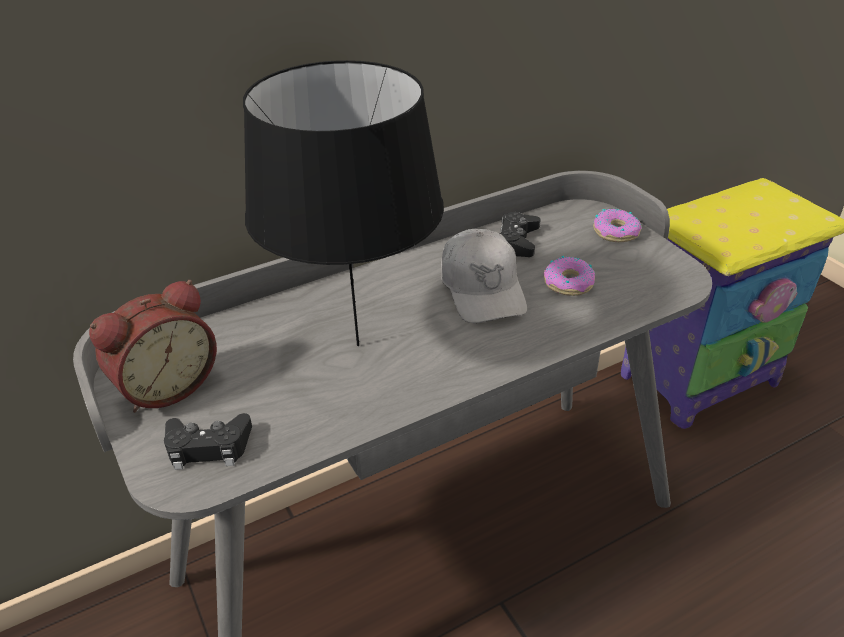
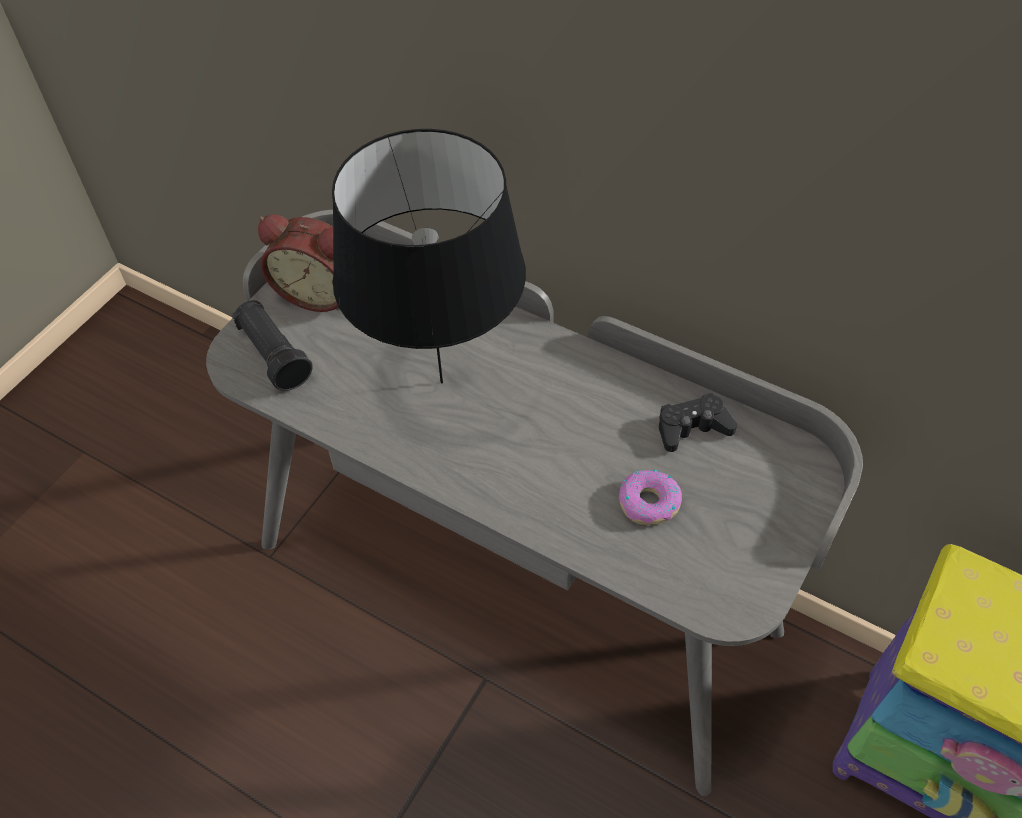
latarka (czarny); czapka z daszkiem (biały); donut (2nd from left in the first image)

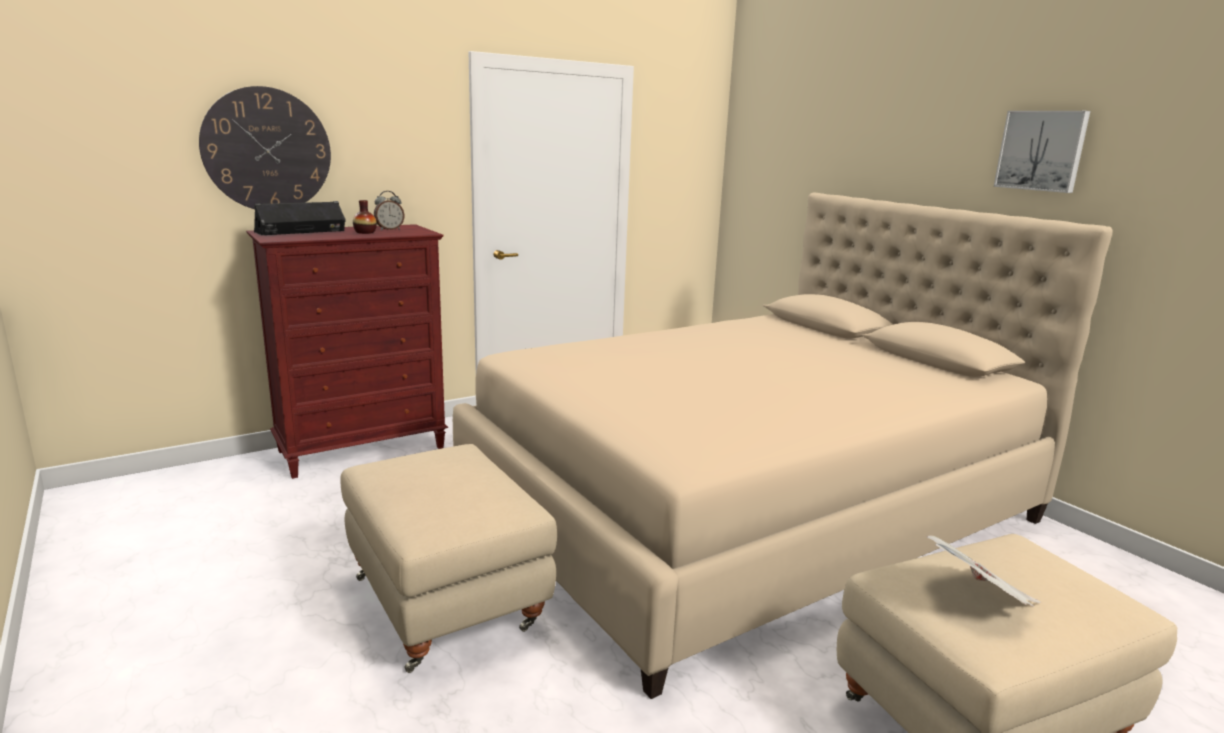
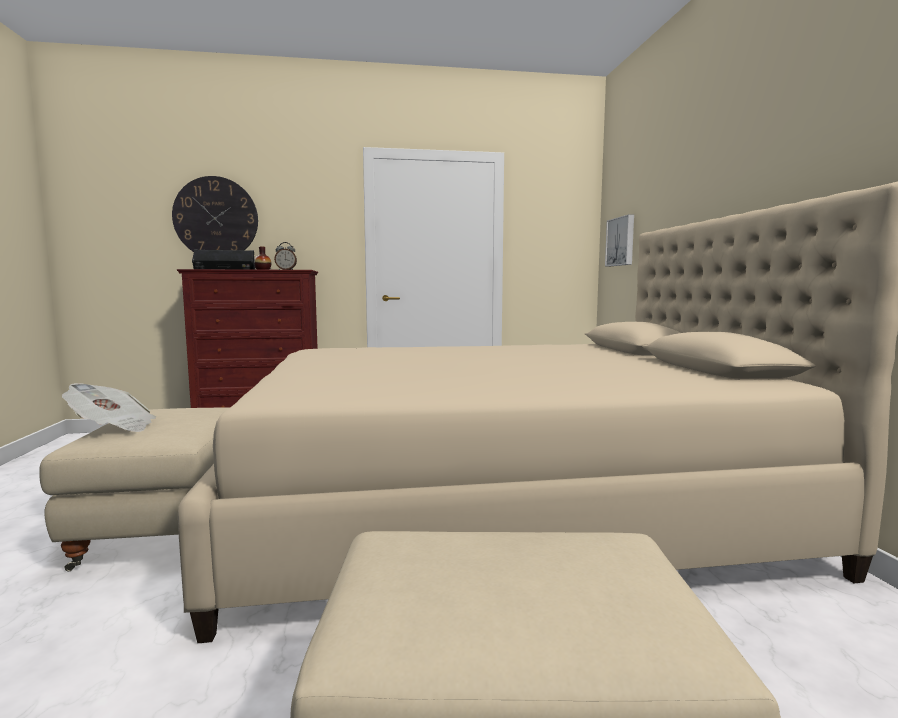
gazeta; obraz

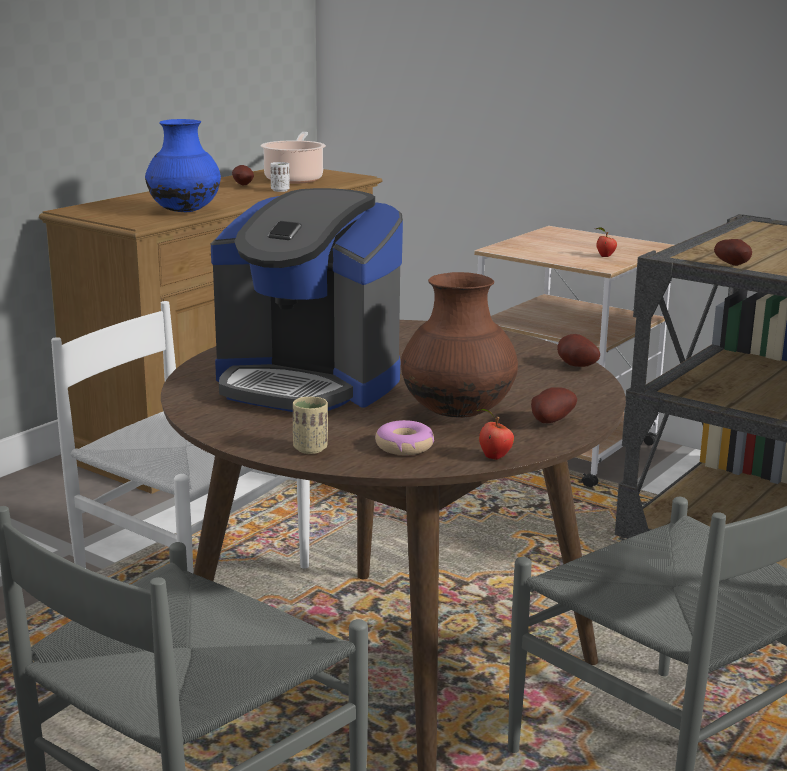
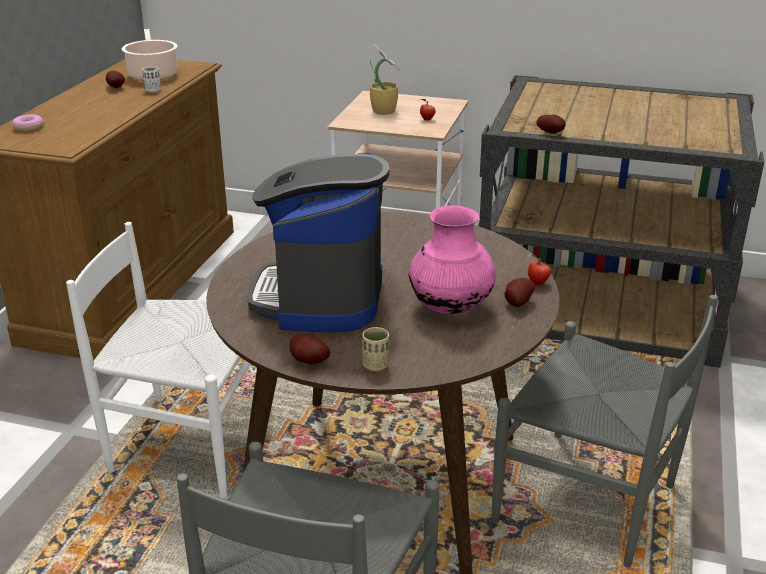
donut; ekspres do kawy; ziemniak (2nd from left); roślina doniczkowa; wazon (różowy); jabłko (2nd from left); wazon (niebieski)

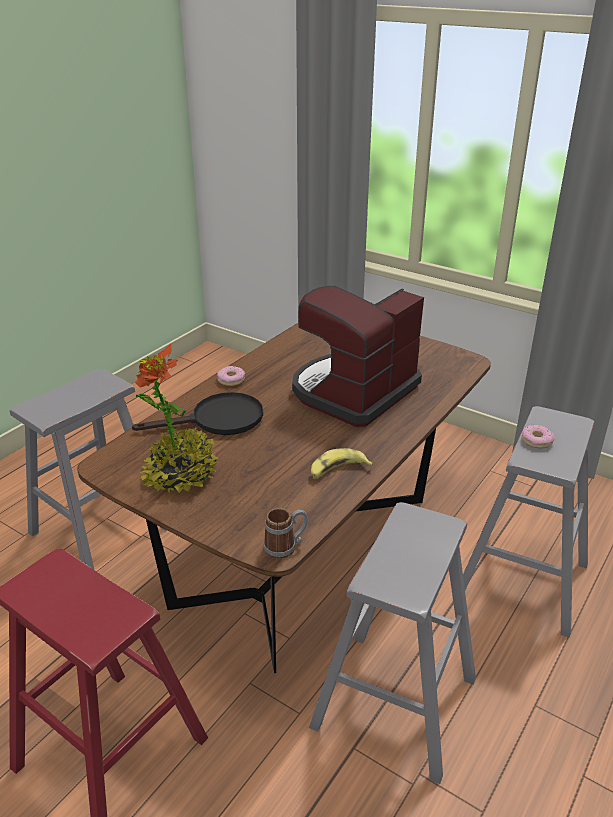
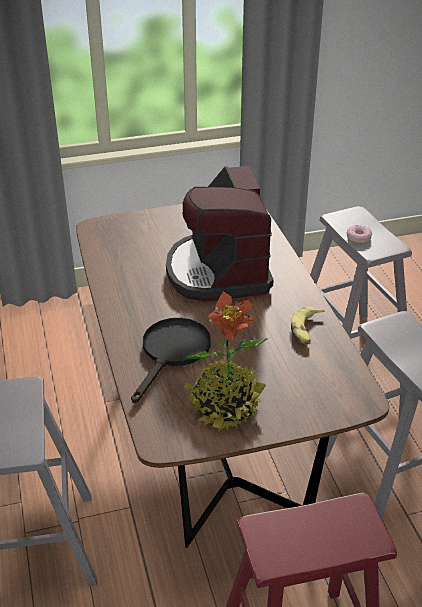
donut (1st from left in the first image); kubek

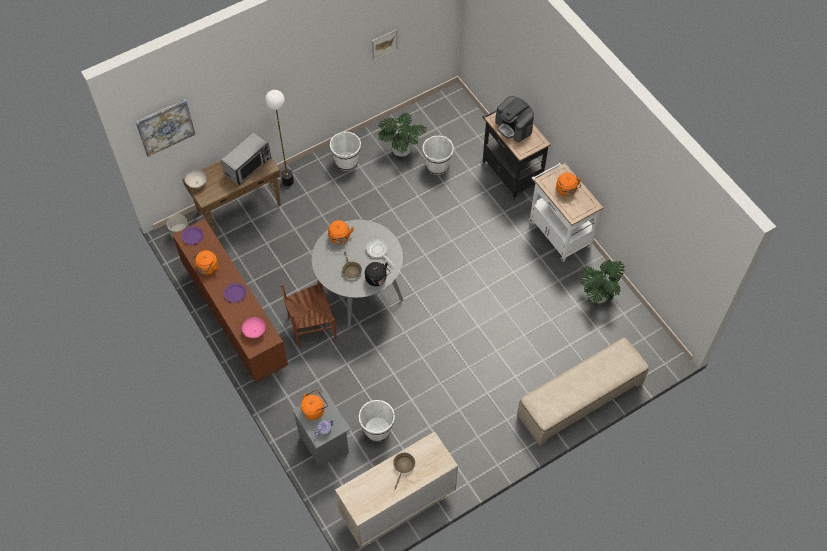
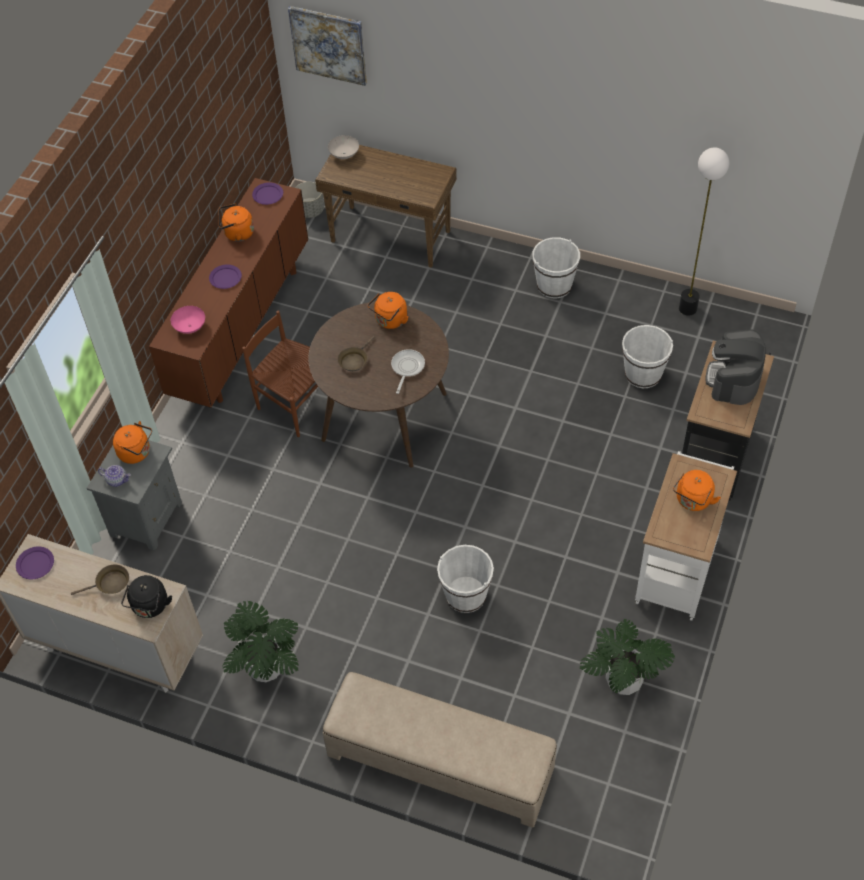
talerz (fioletowy) (1st from left); czajnik (czarny); roślina doniczkowa (1st from left); stół jadalny (brązowy); wiadro (biały) (1st from left); lampa stojąca; mikrofalówka; obraz (2nd from left in the first image)

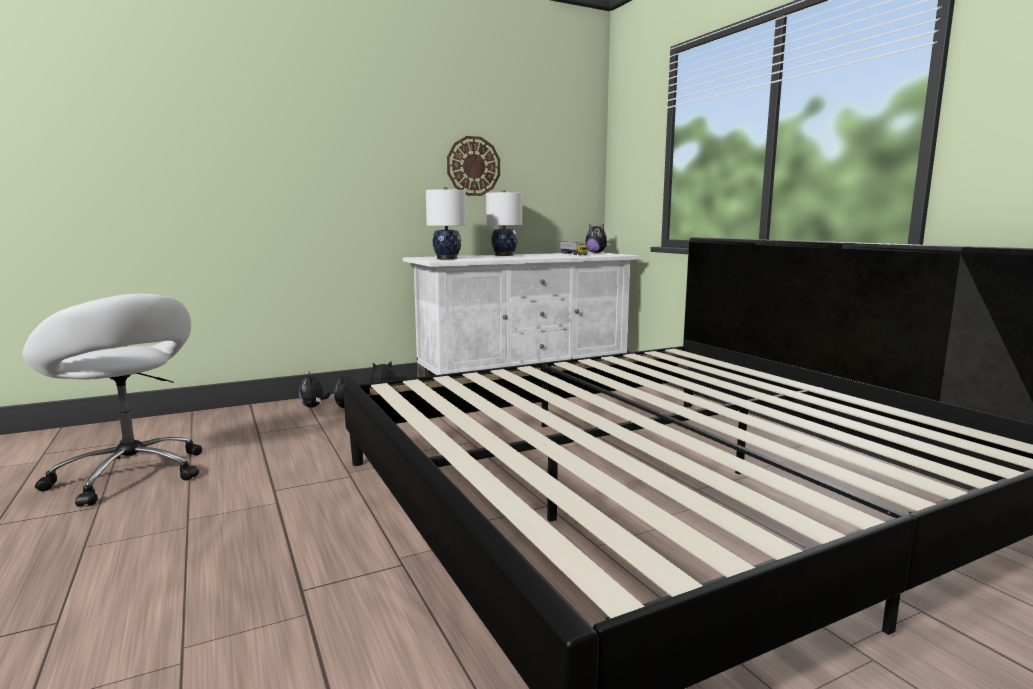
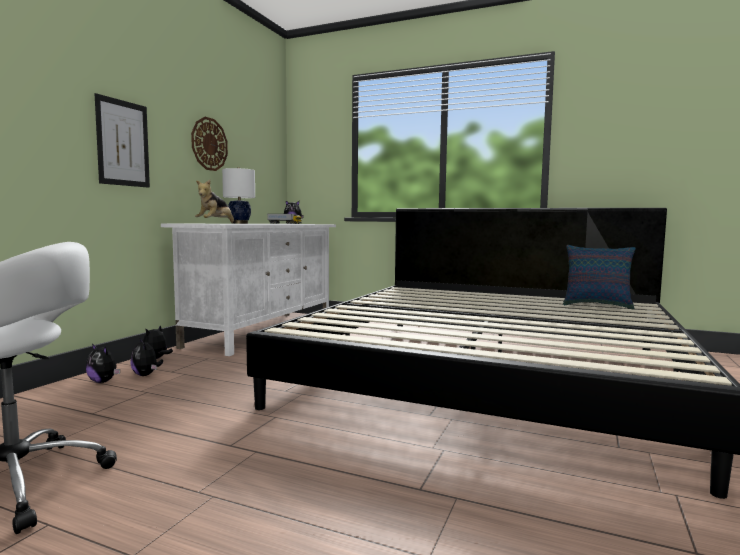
obraz; pluszak (4th from left); poduszka (niebieski)

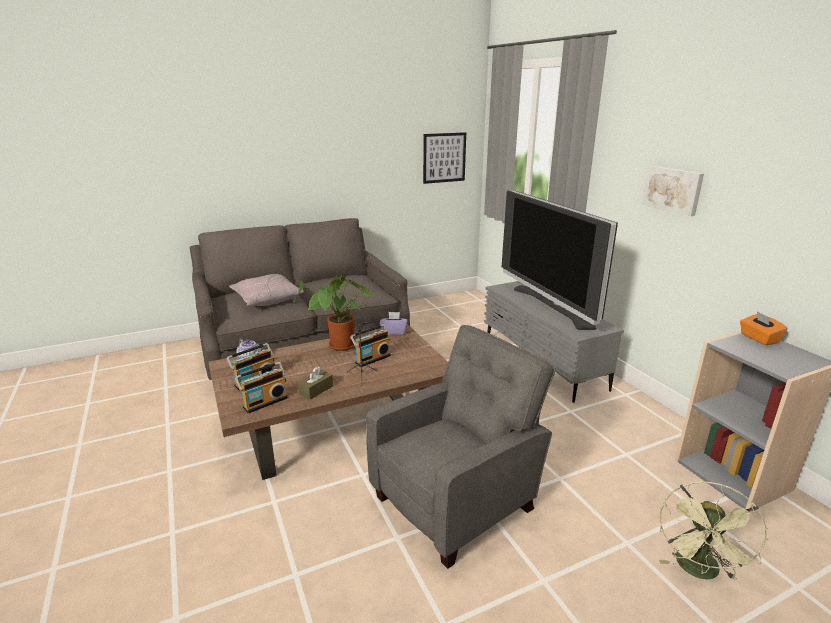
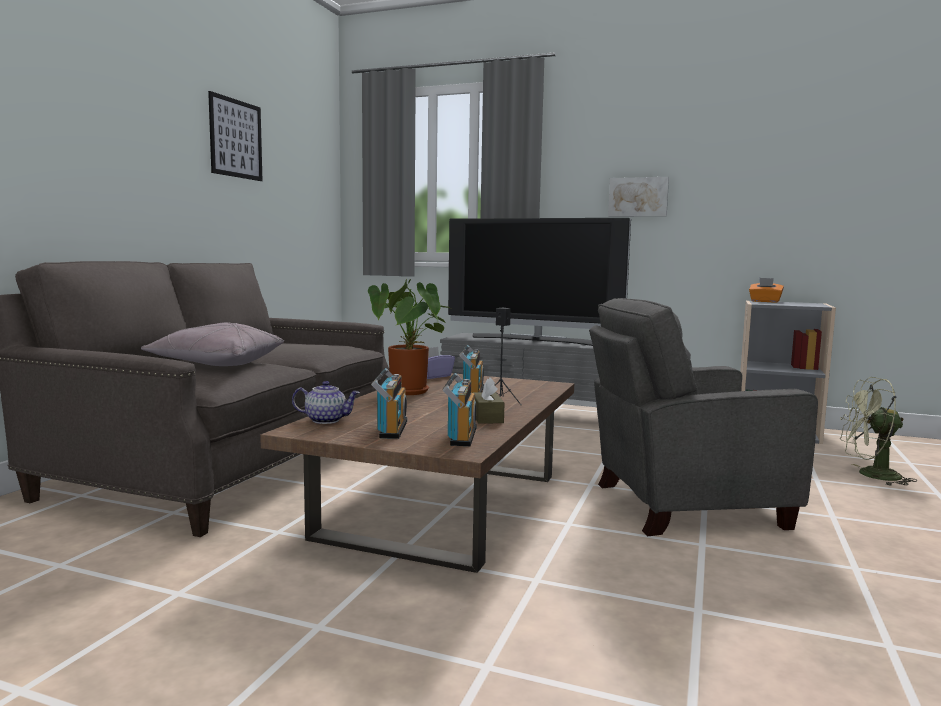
obraz (1st from left); fotel (szary); wentylator (zielony)

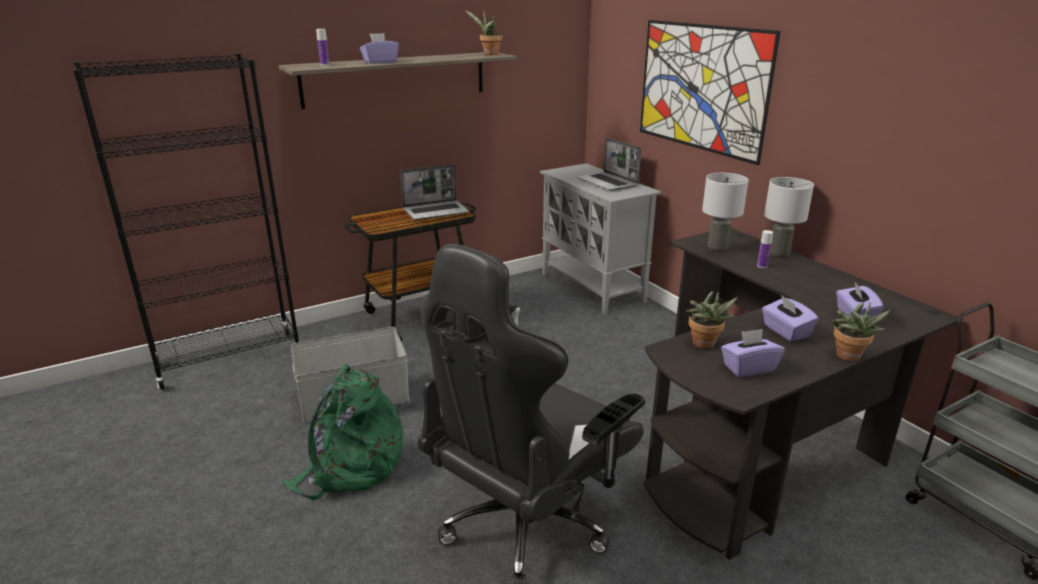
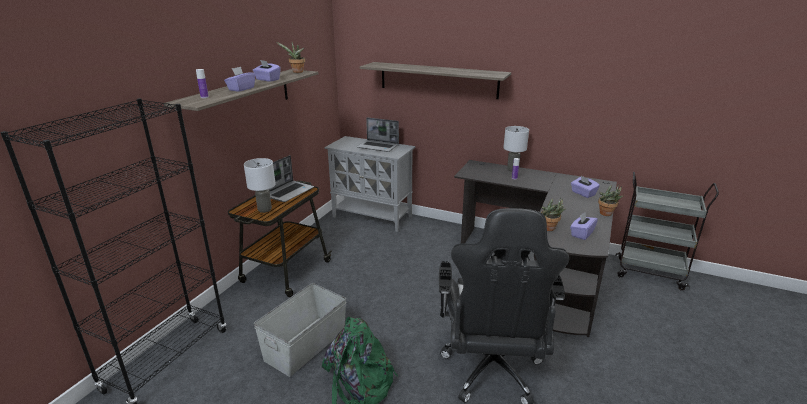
lampa stołowa (biały) (1st from left); pudełko chusteczek (fioletowy) (2nd from left); półka (2nd from left)

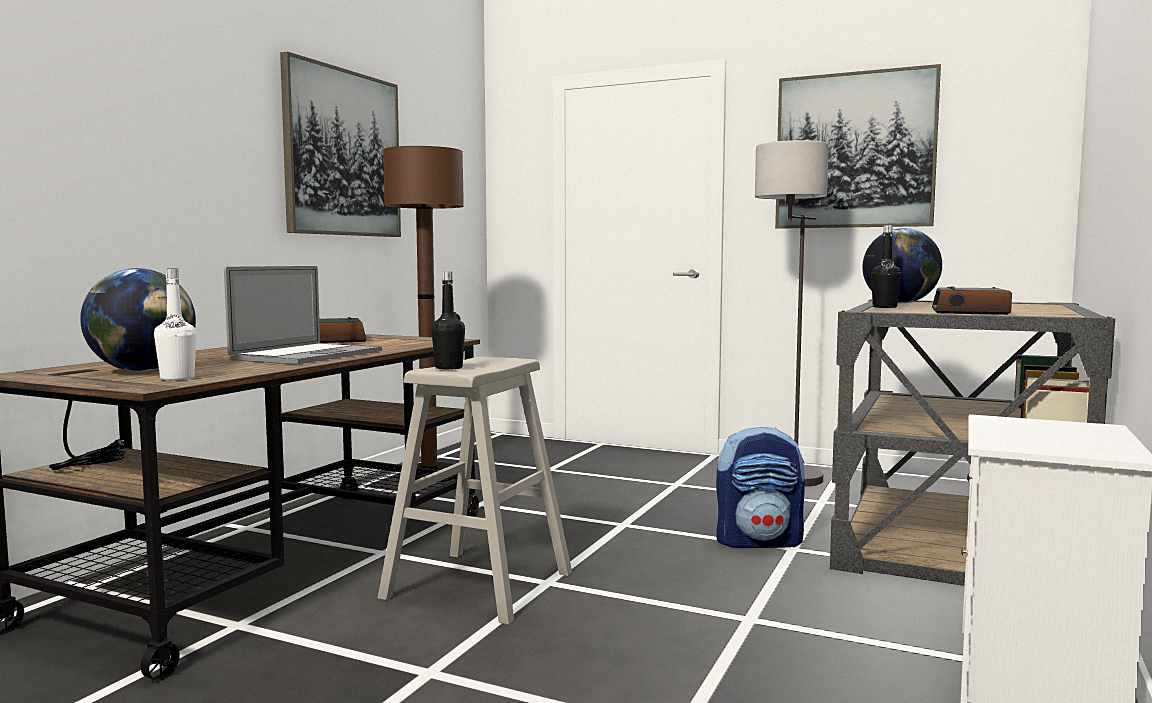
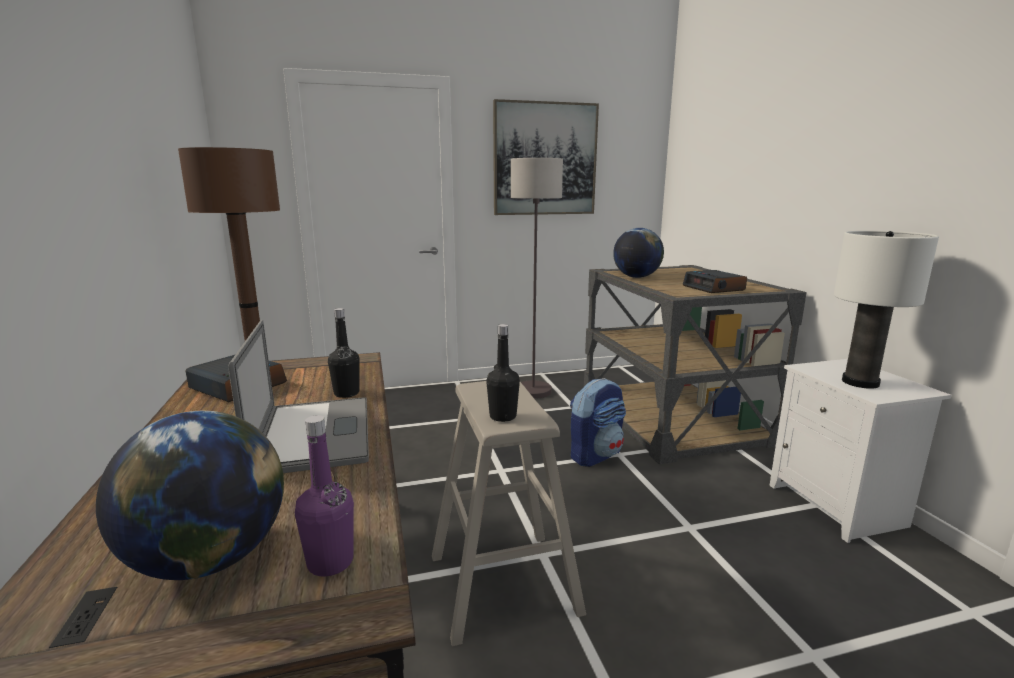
butelka (fioletowy); butelka (czarny) (1st from left); lampa stołowa (biały); obraz (1st from left in the first image)

